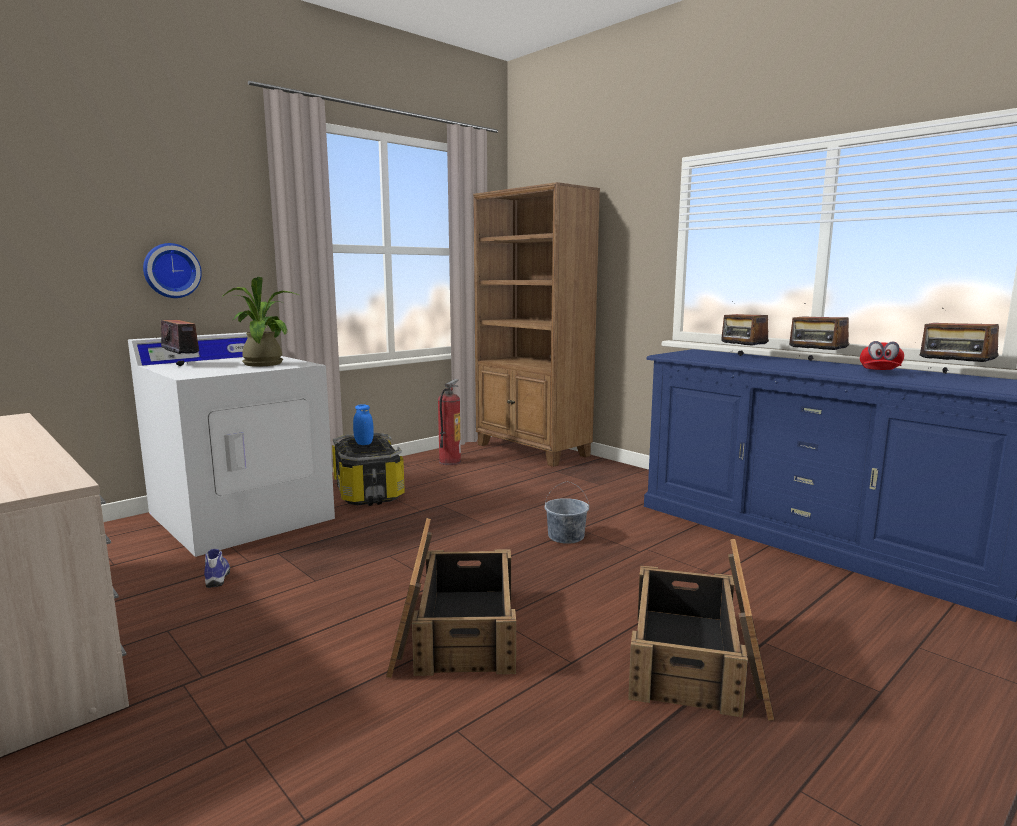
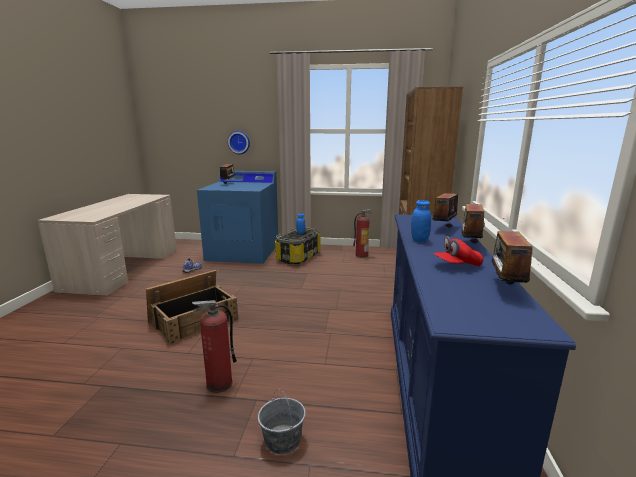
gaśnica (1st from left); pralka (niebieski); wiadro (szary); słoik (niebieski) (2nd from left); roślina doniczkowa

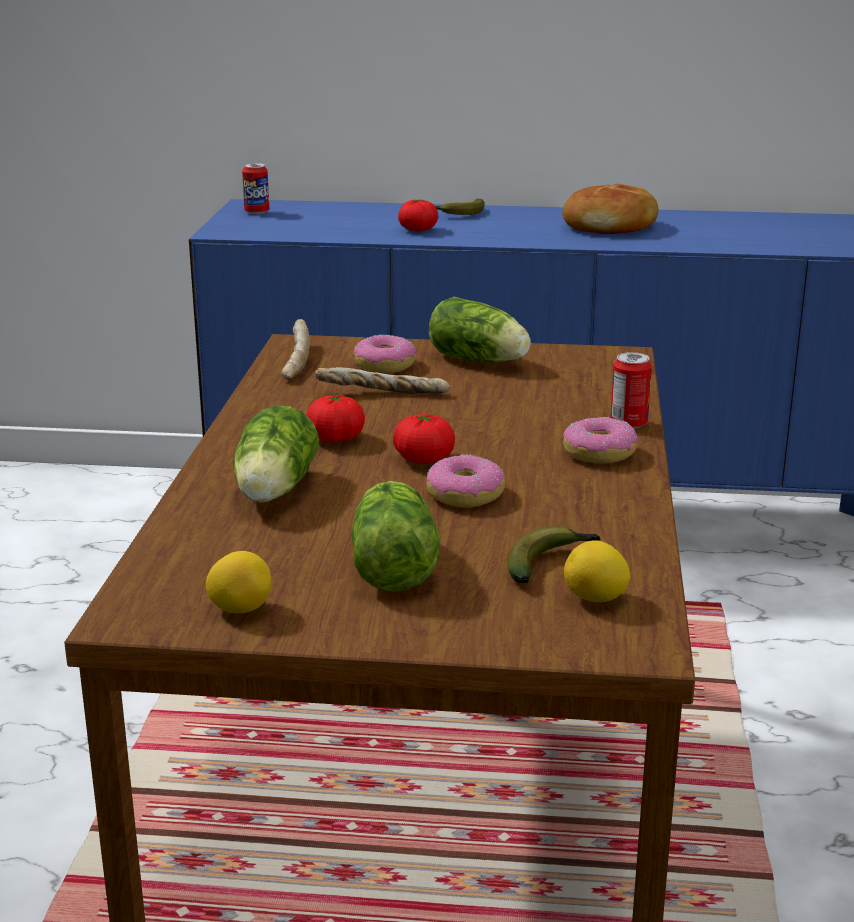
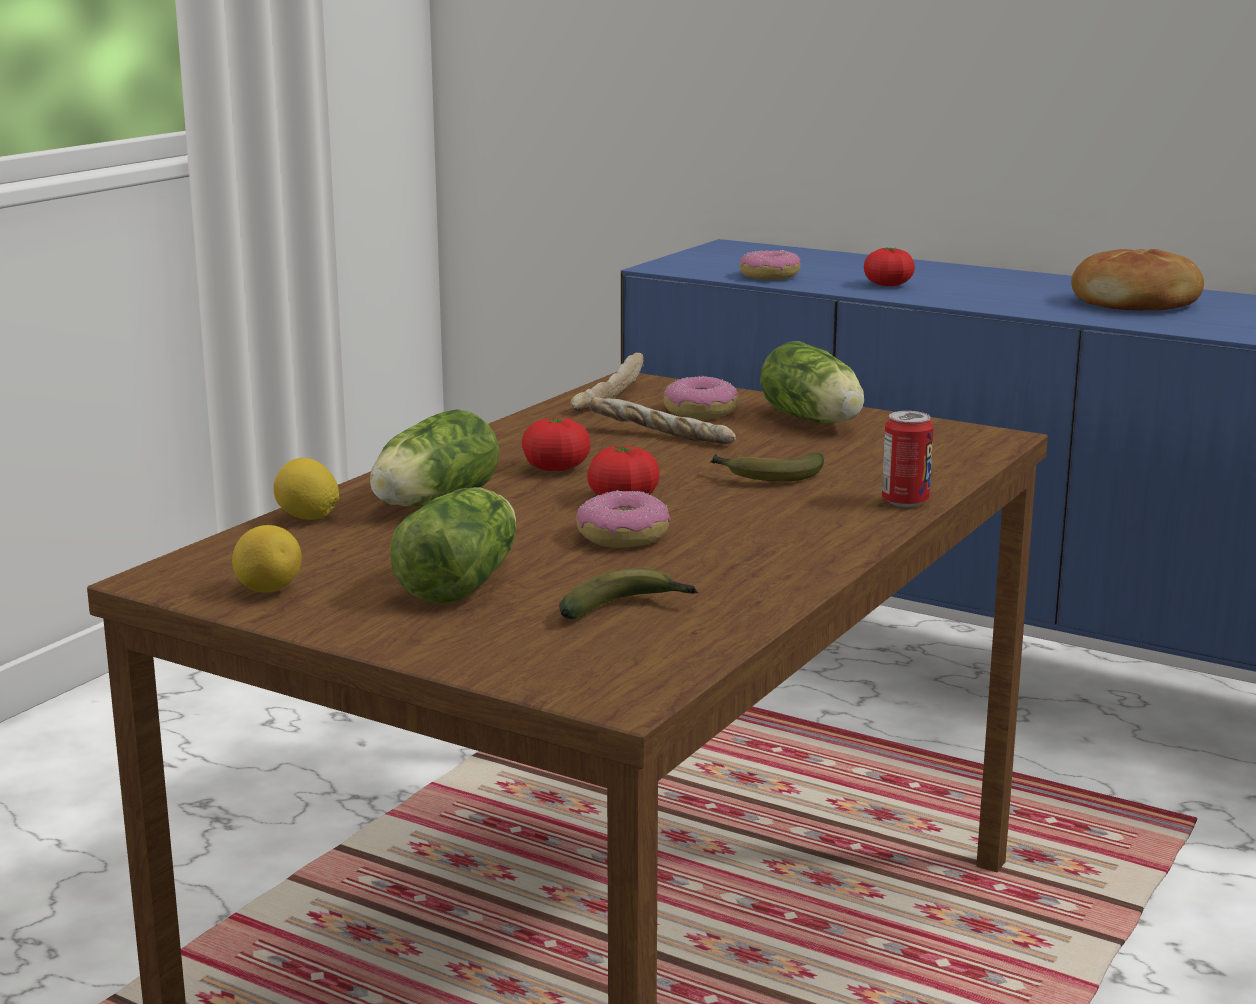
cytryna (2nd from left); banan (2nd from left); donut (3rd from left); puszka (1st from left in the first image)

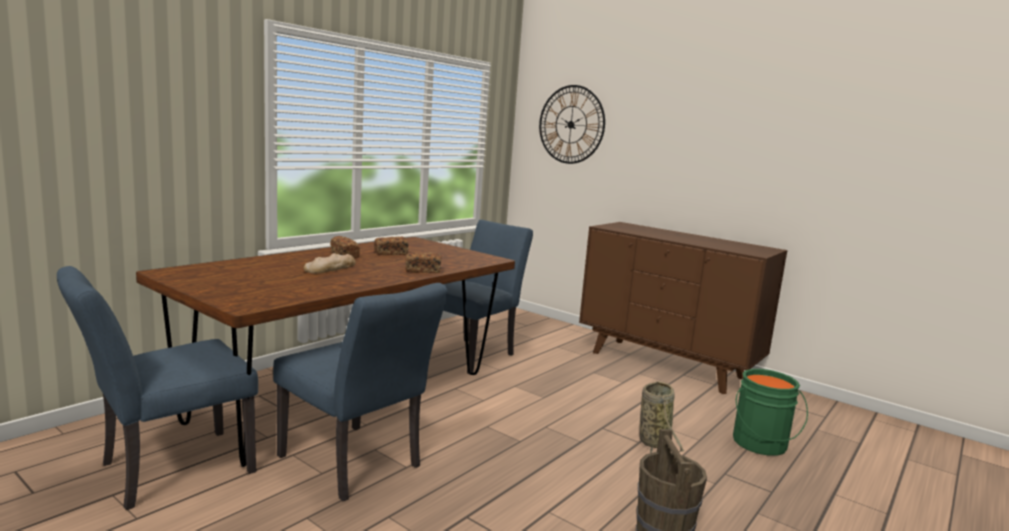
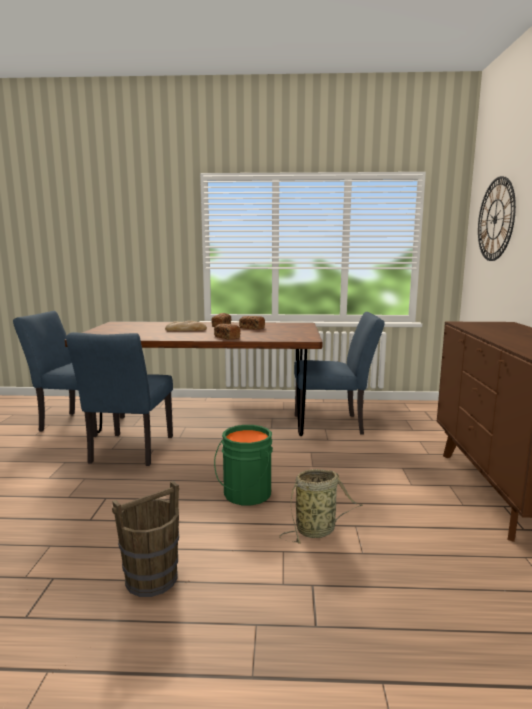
wiadro (zielony)

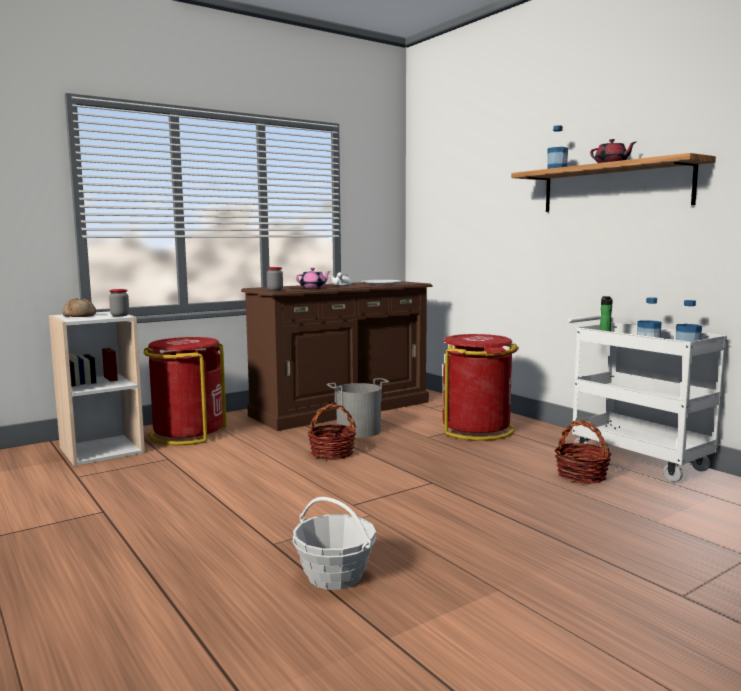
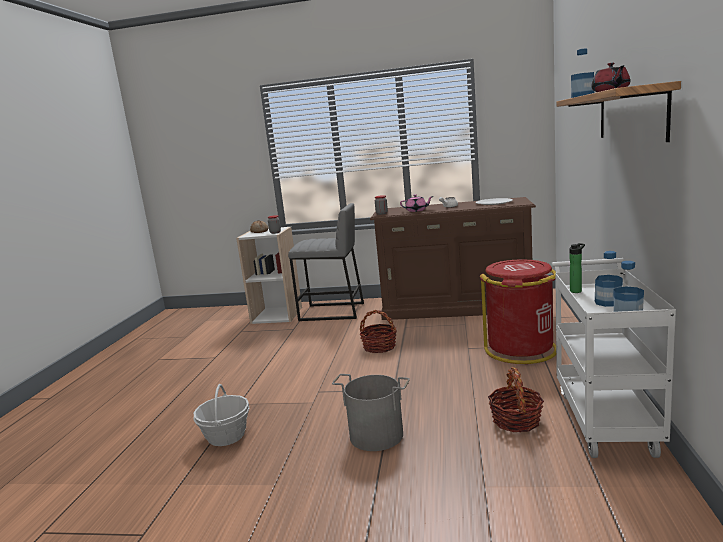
stołek (szary); wiadro (szary)

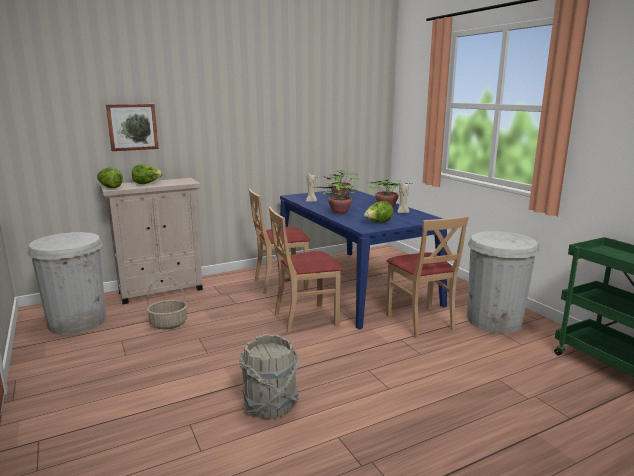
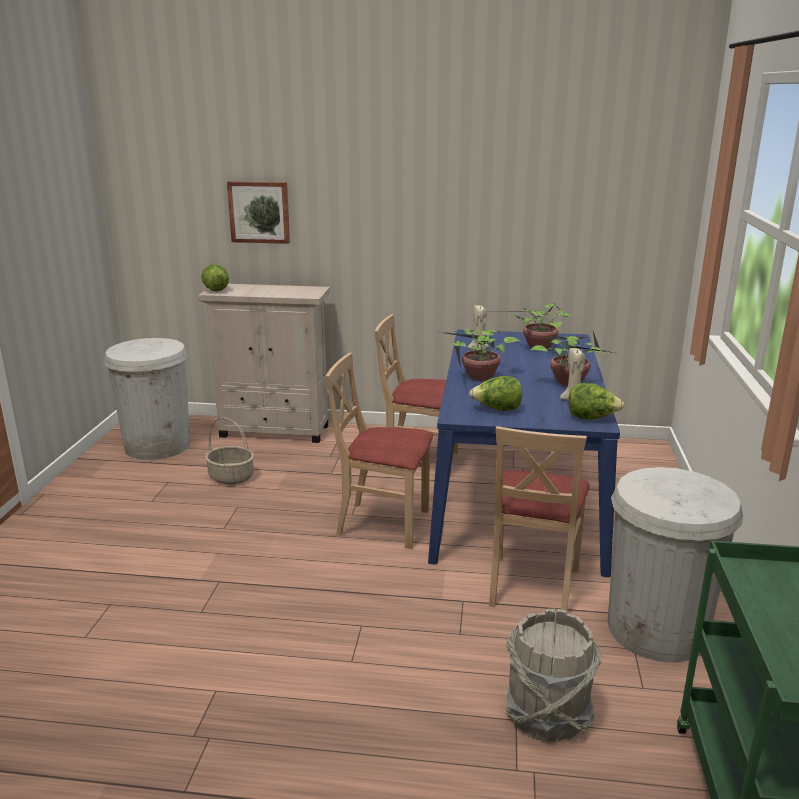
wiadro (szary); sałata (3rd from left)

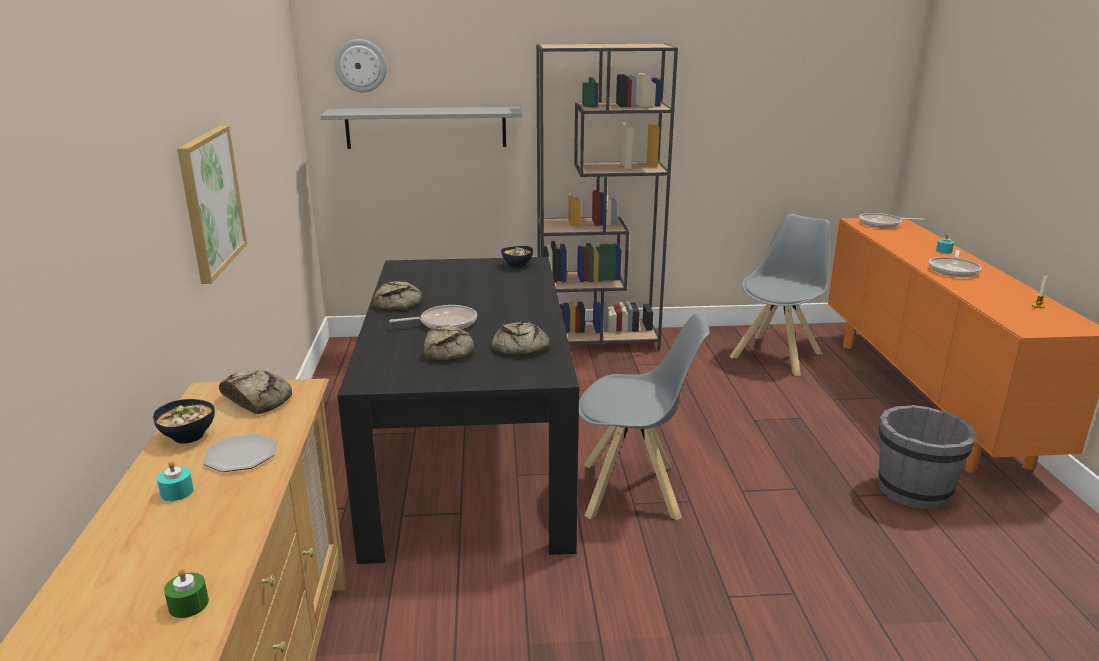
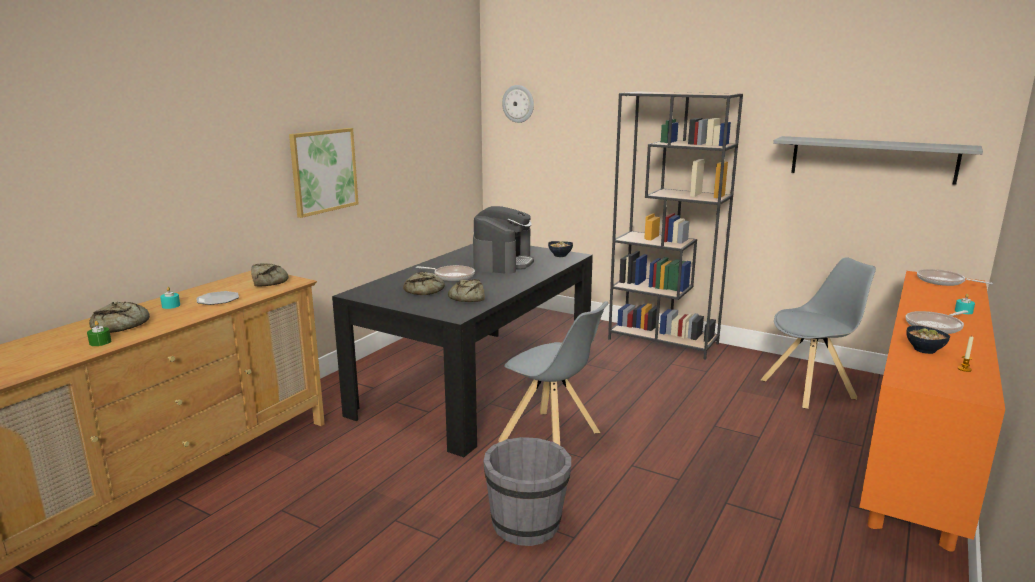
chleb (1st from left); ekspres do kawy; wiadro (szary); półka (szary); miska (2nd from left)

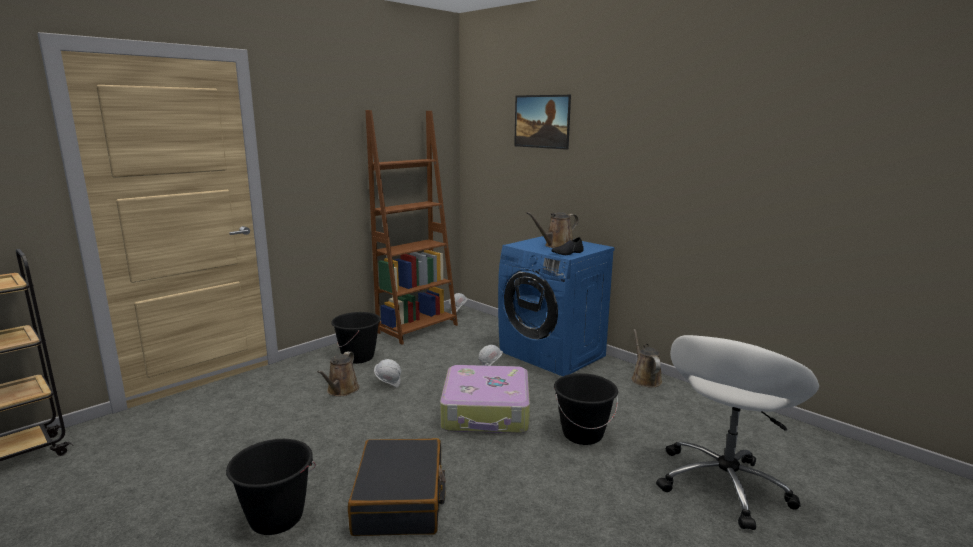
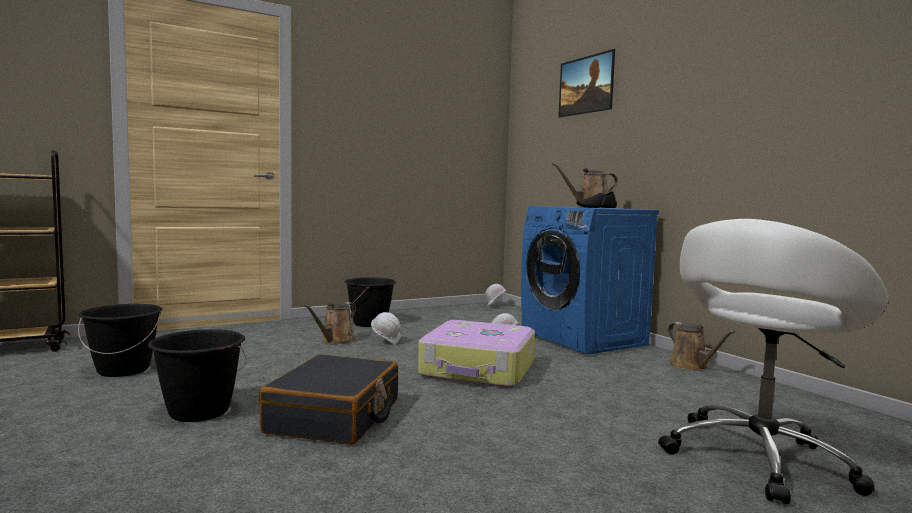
wiadro (czarny) (1st from left); konewka (brązowy) (3rd from left); regał (brązowy)

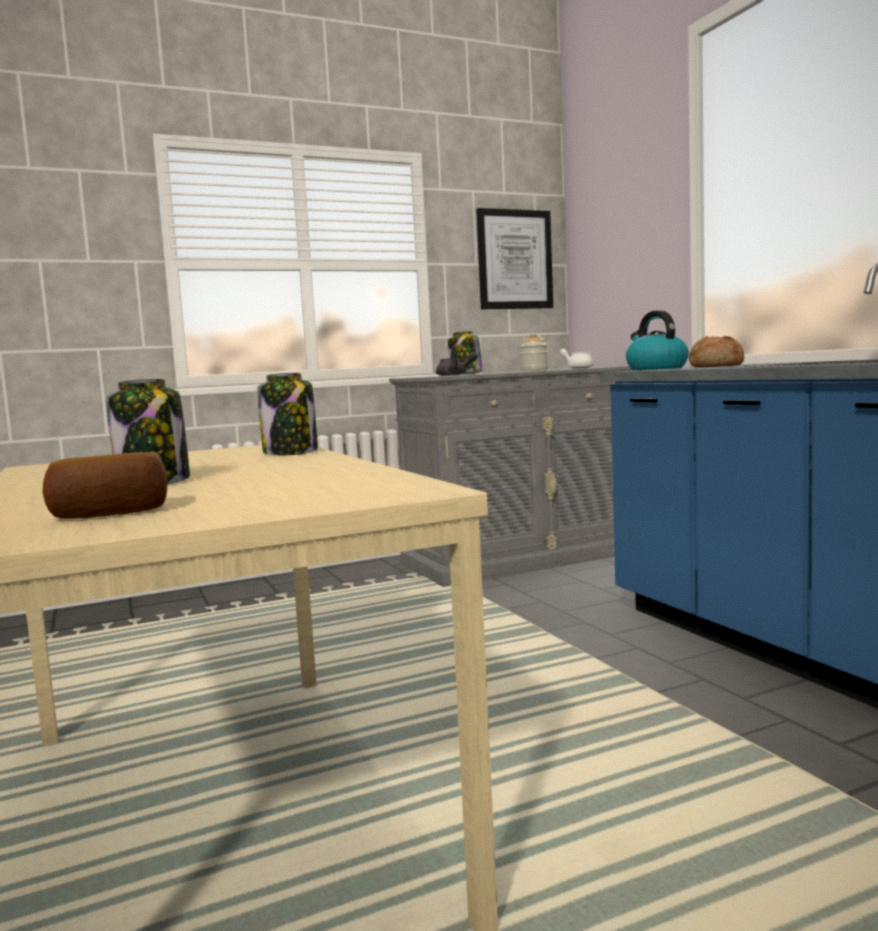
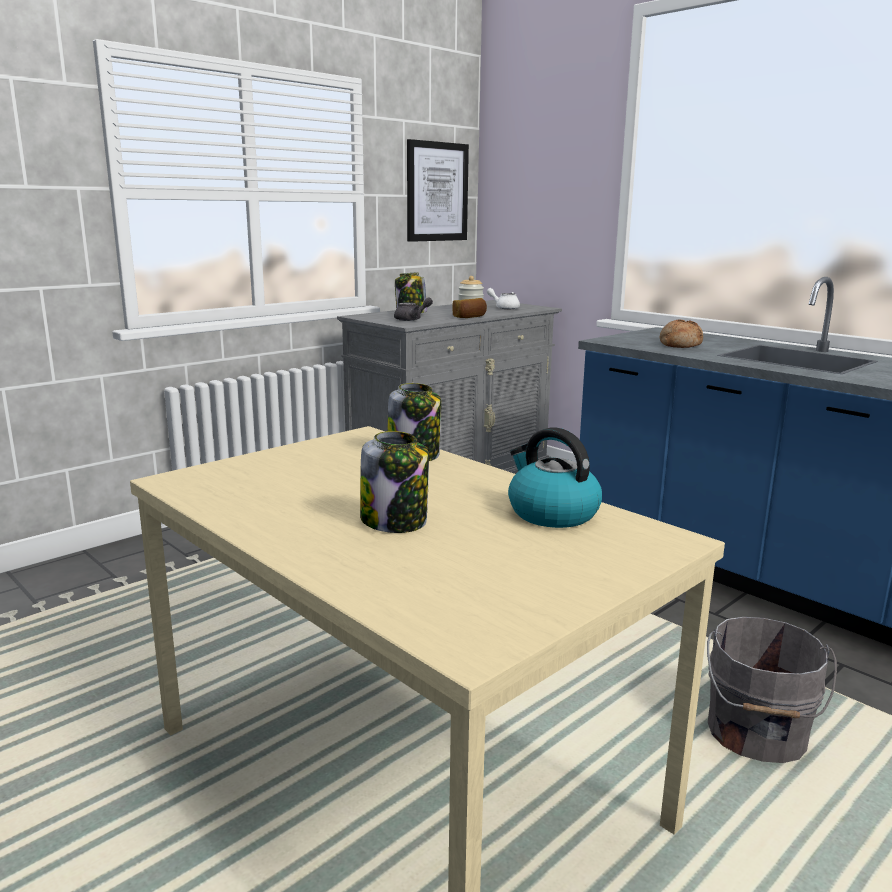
chleb (1st from left); czajnik; wiadro (szary)

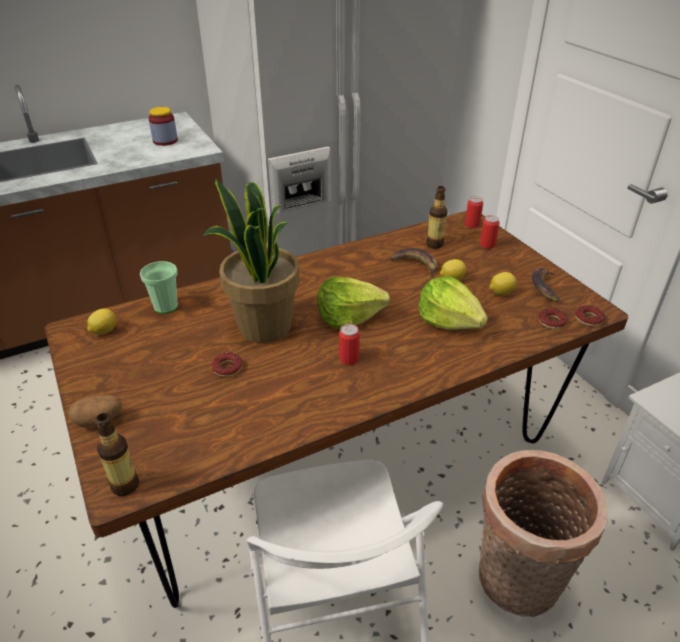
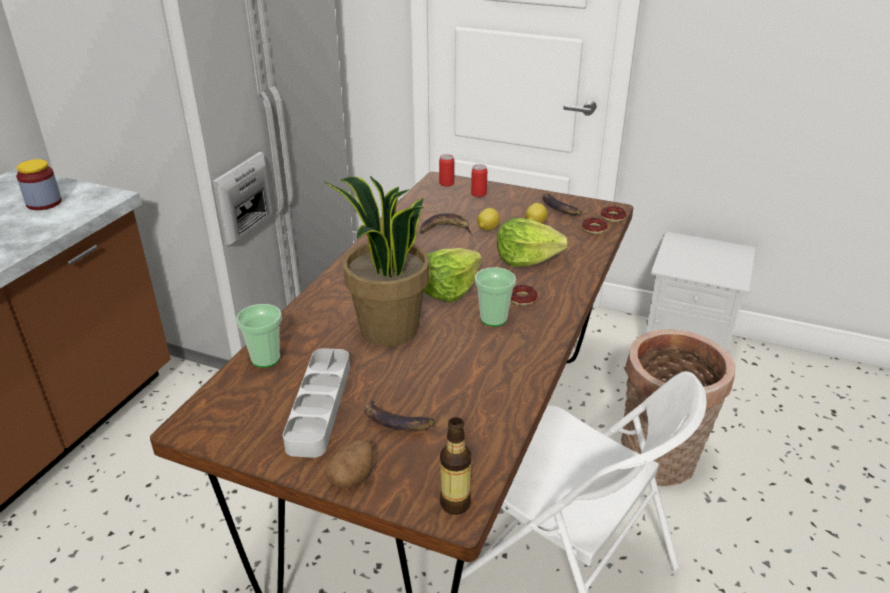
taca (szary); banan (1st from left); filiżanka (2nd from left); donut (1st from left); cytryna (1st from left in the first image); butelka (2nd from left in the first image)

